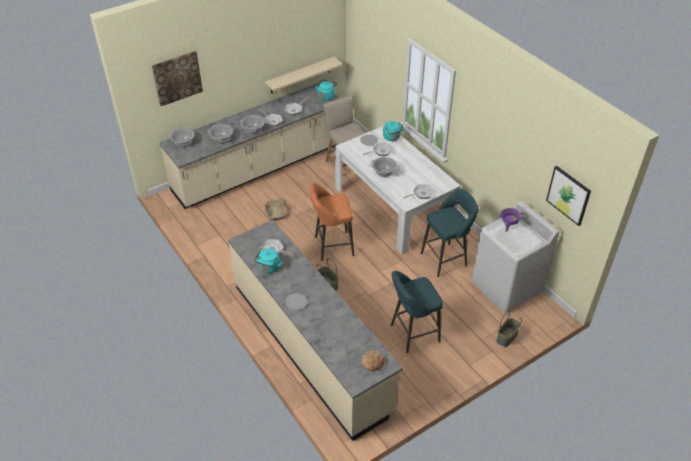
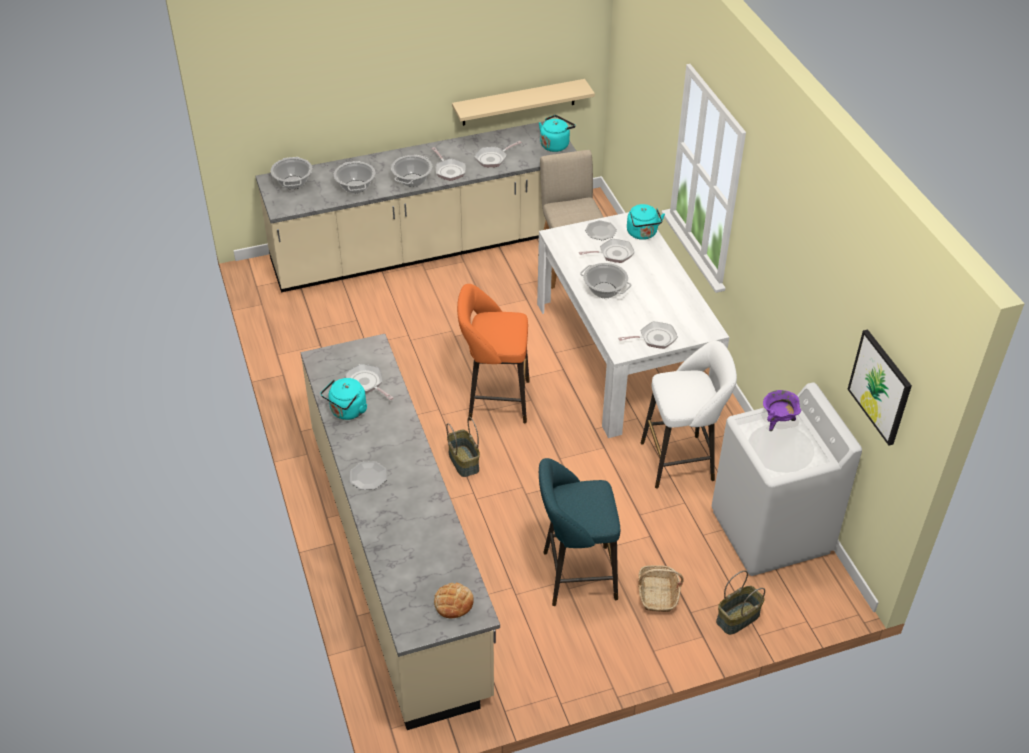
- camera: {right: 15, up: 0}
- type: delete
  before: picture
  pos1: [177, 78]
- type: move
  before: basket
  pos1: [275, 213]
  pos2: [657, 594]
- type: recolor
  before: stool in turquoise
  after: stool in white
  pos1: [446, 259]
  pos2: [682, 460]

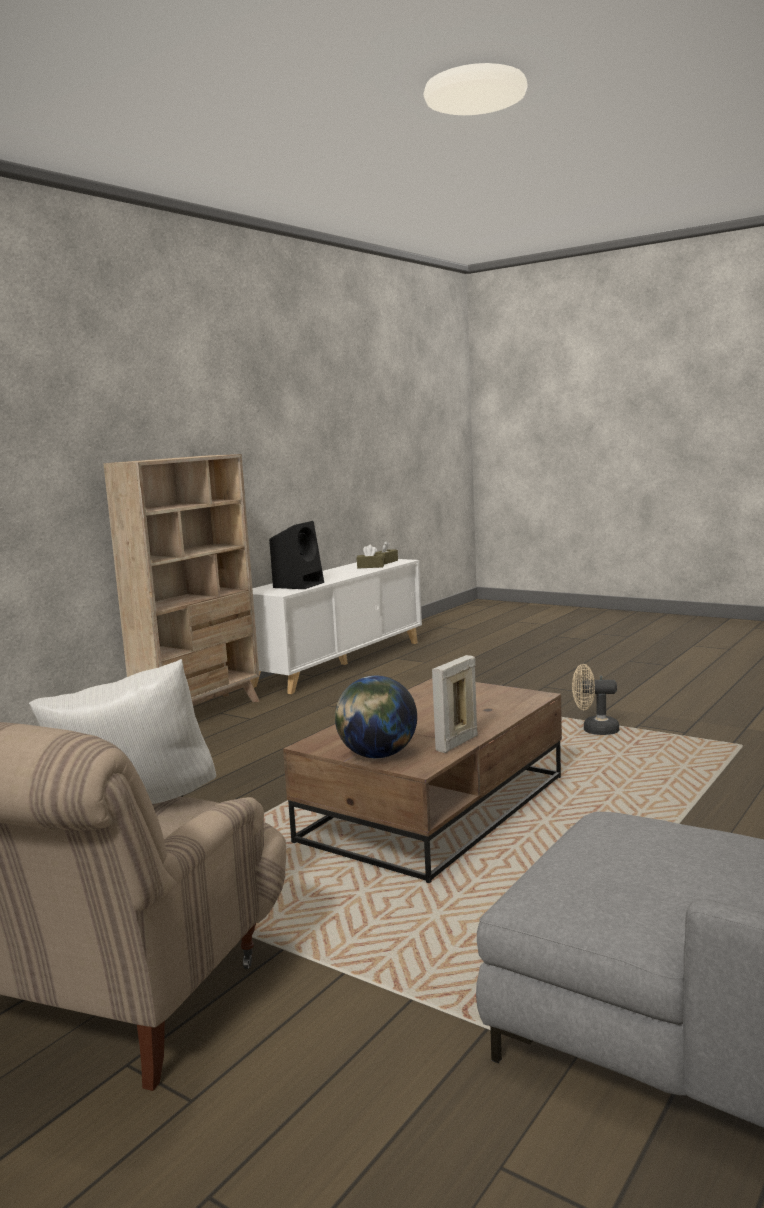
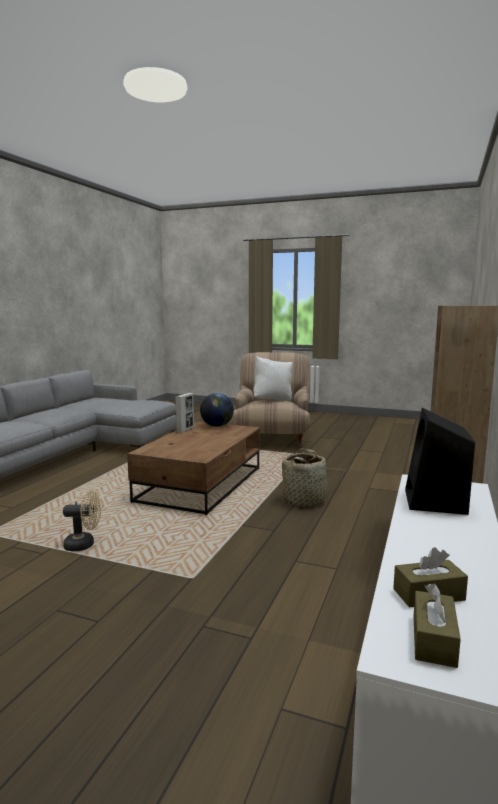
- camera: {right: 165, up: 0}
- type: insert
  after: basket
  pos2: [304, 501]

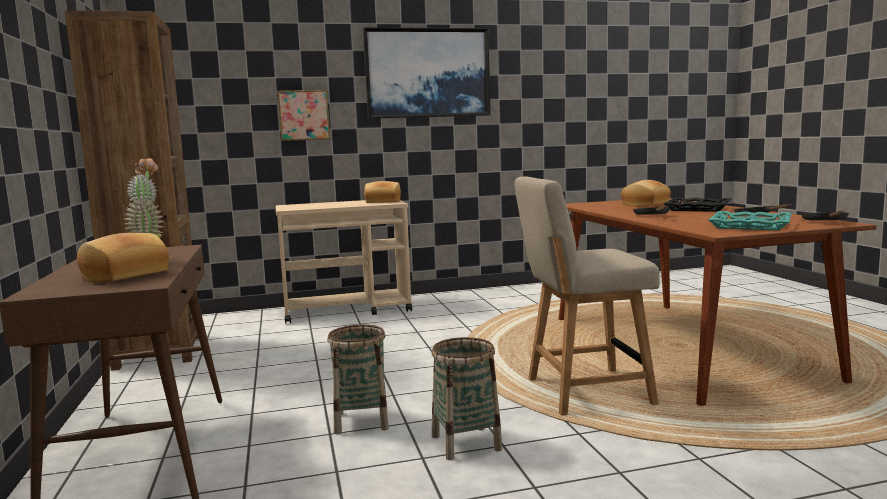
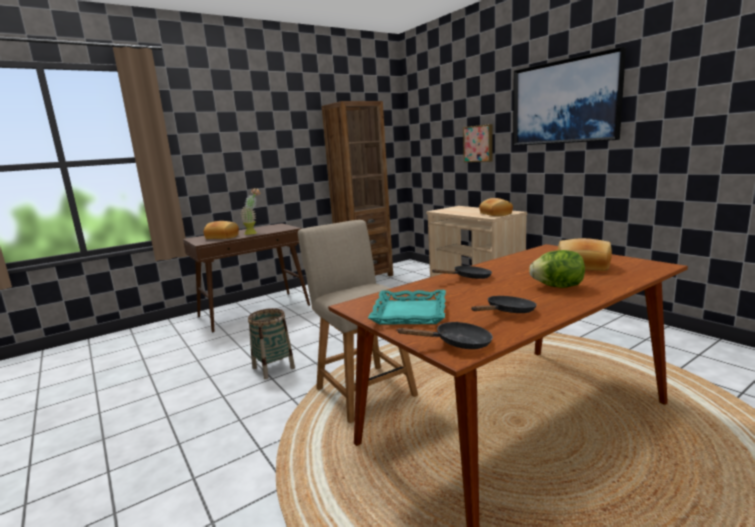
- camera: {right: 70, up: 5}
- type: delete
  before: basket
  pos1: [361, 421]
- type: replace
  before: tray in black
  after: lettuce
  pos1: [698, 208]
  pos2: [557, 286]

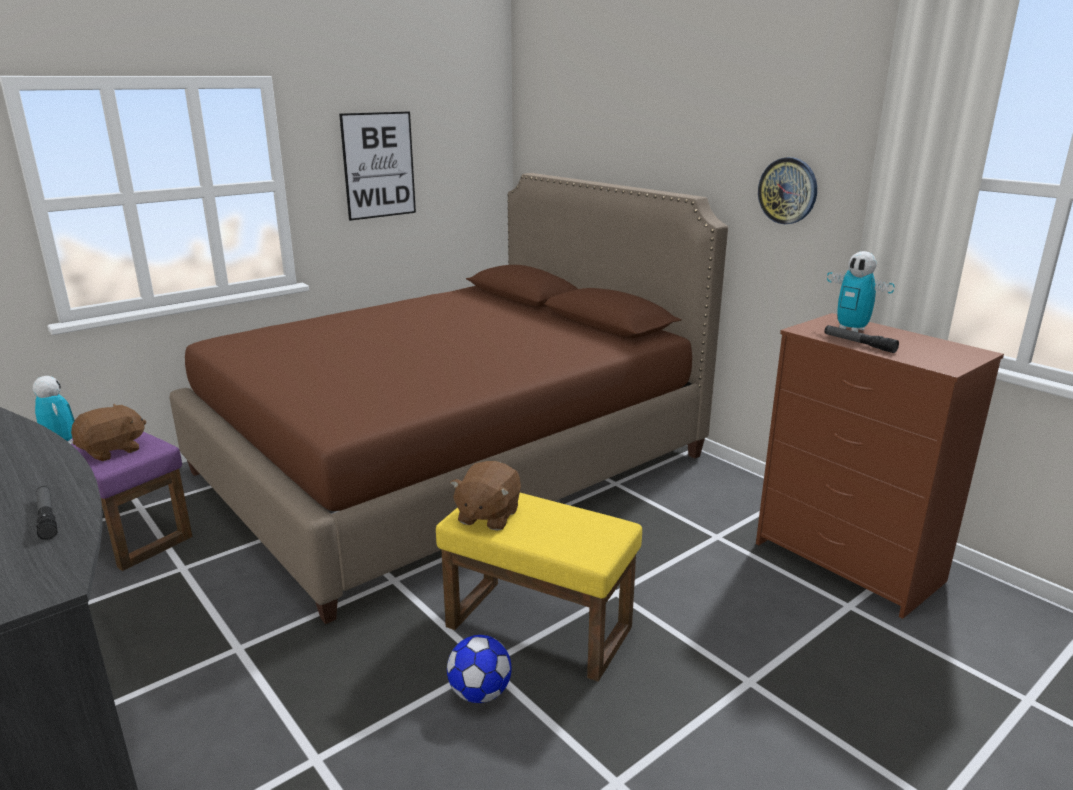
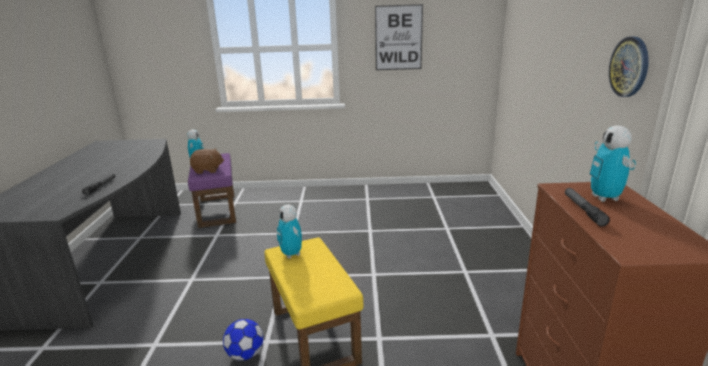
- camera: {right: 40, up: 0}
- type: delete
  before: bed in brown
  pos1: [451, 464]
- type: replace
  before: plush toy in brown
  after: toy robot
  pos1: [487, 516]
  pos2: [291, 254]

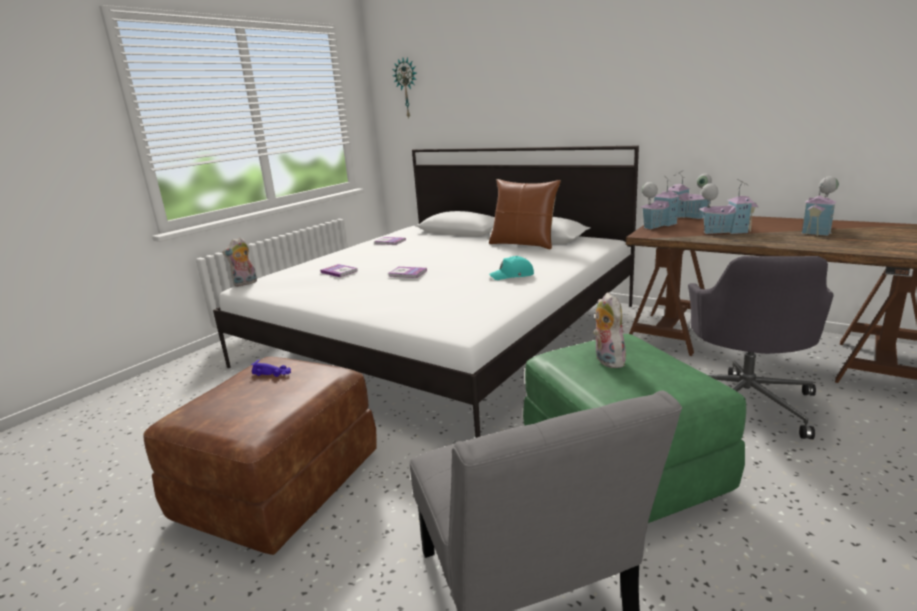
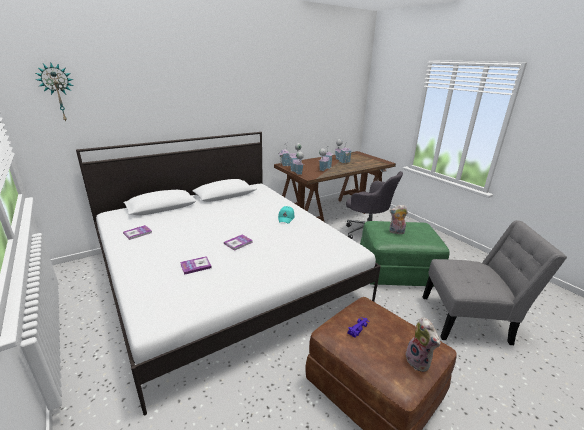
- camera: {right: -70, up: 5}
- type: delete
  before: pillow in brown
  pos1: [523, 244]
- type: move
  before: plush toy
  pos1: [245, 283]
  pos2: [419, 361]

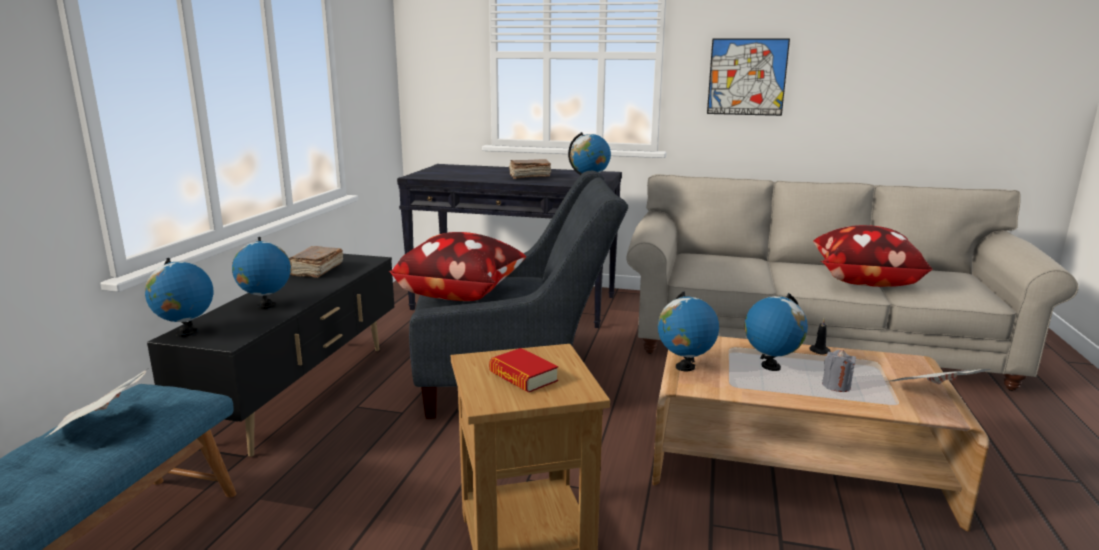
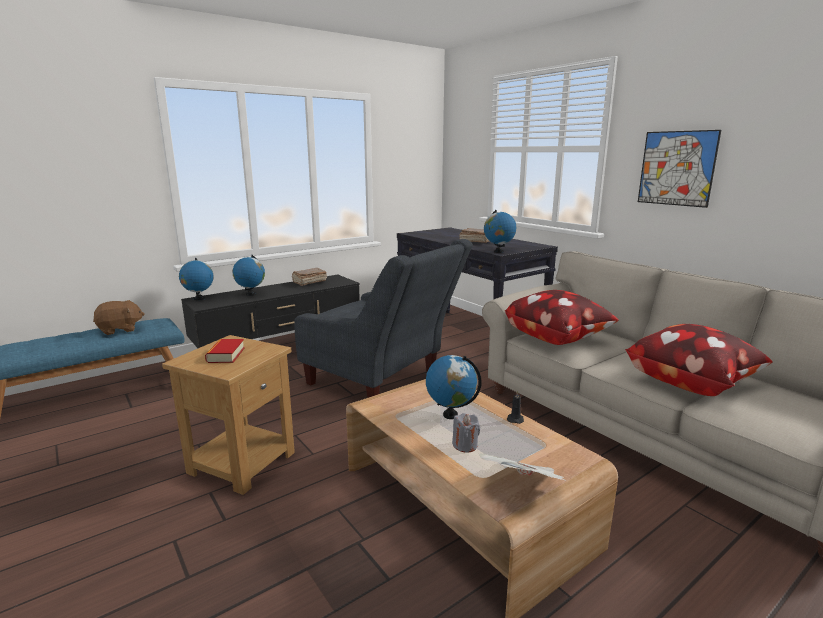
- camera: {right: 40, up: 0}
- type: delete
  before: globe
  pos1: [684, 367]
- type: move
  before: pillow
  pos1: [460, 294]
  pos2: [556, 338]
- type: replace
  before: newspaper
  after: plush toy in brown
  pos1: [102, 426]
  pos2: [120, 330]

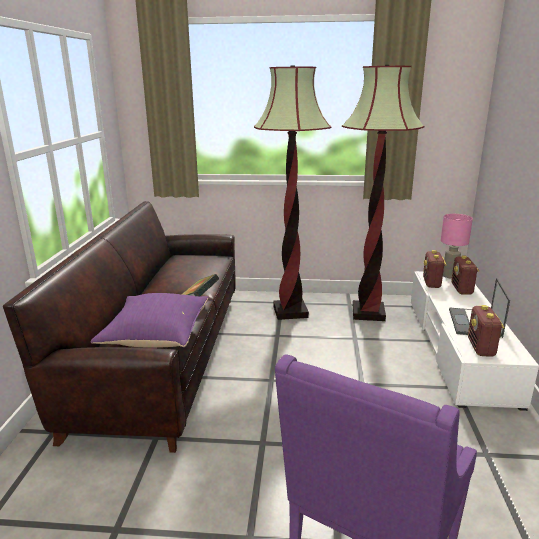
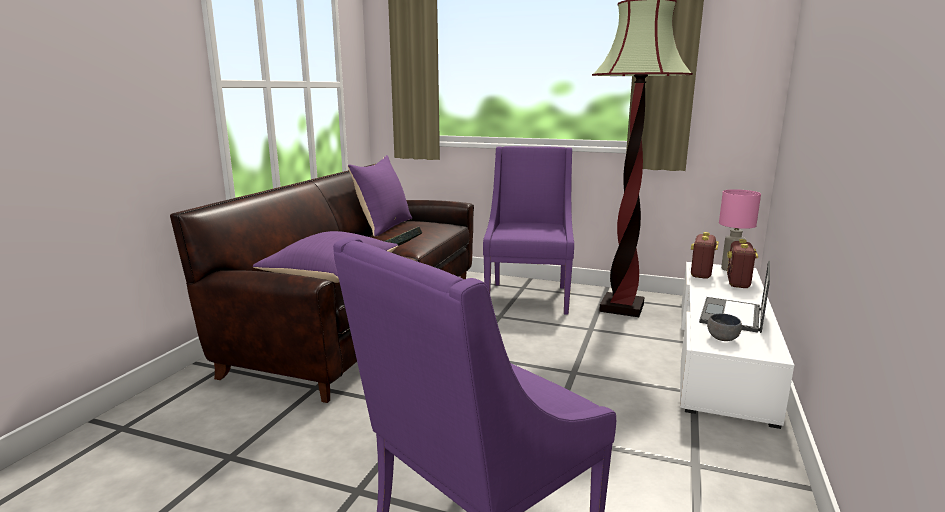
- camera: {right: 15, up: -5}
- type: insert
  after: pillow in purple
  pos2: [384, 226]
- type: replace
  before: floor lamp
  after: armchair in purple
  pos1: [290, 311]
  pos2: [528, 297]
- type: replace
  before: radio
  after: bowl in grey
  pos1: [481, 348]
  pos2: [723, 339]

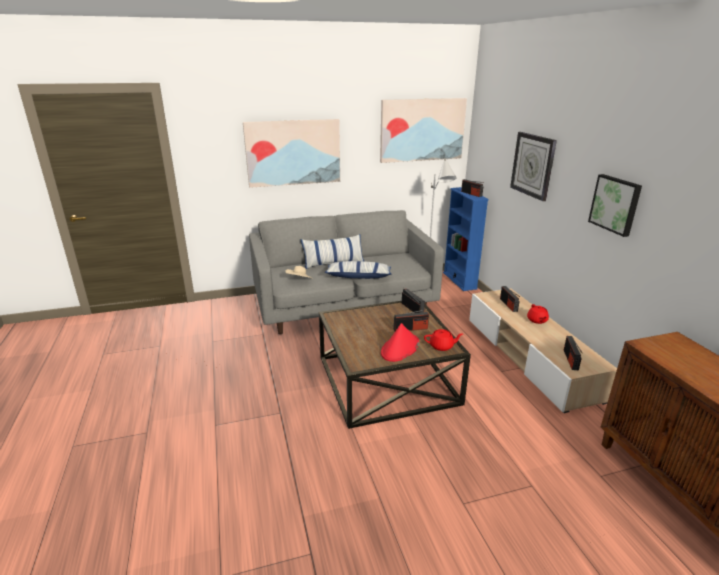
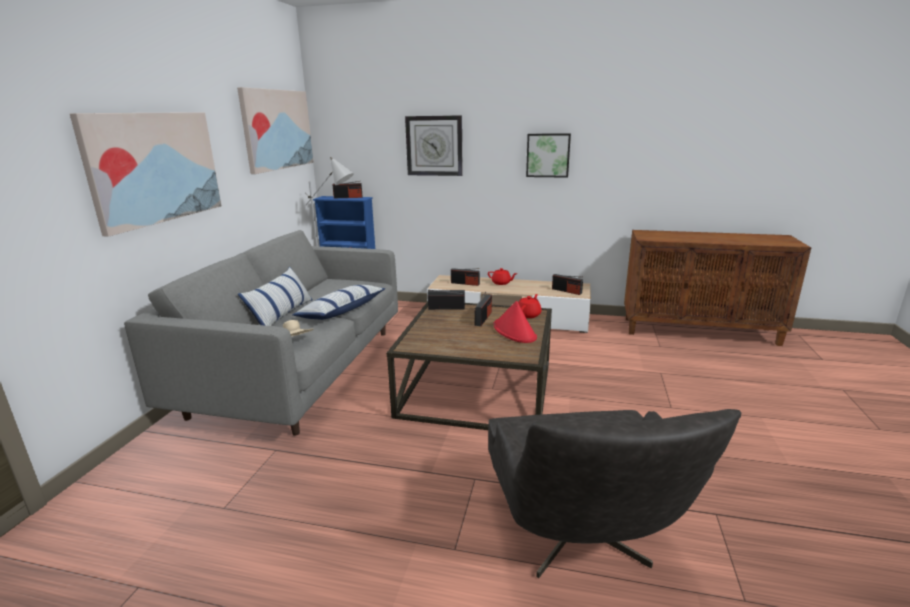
- camera: {right: -60, up: -5}
- type: insert
  after: armchair in grey
  pos2: [582, 543]

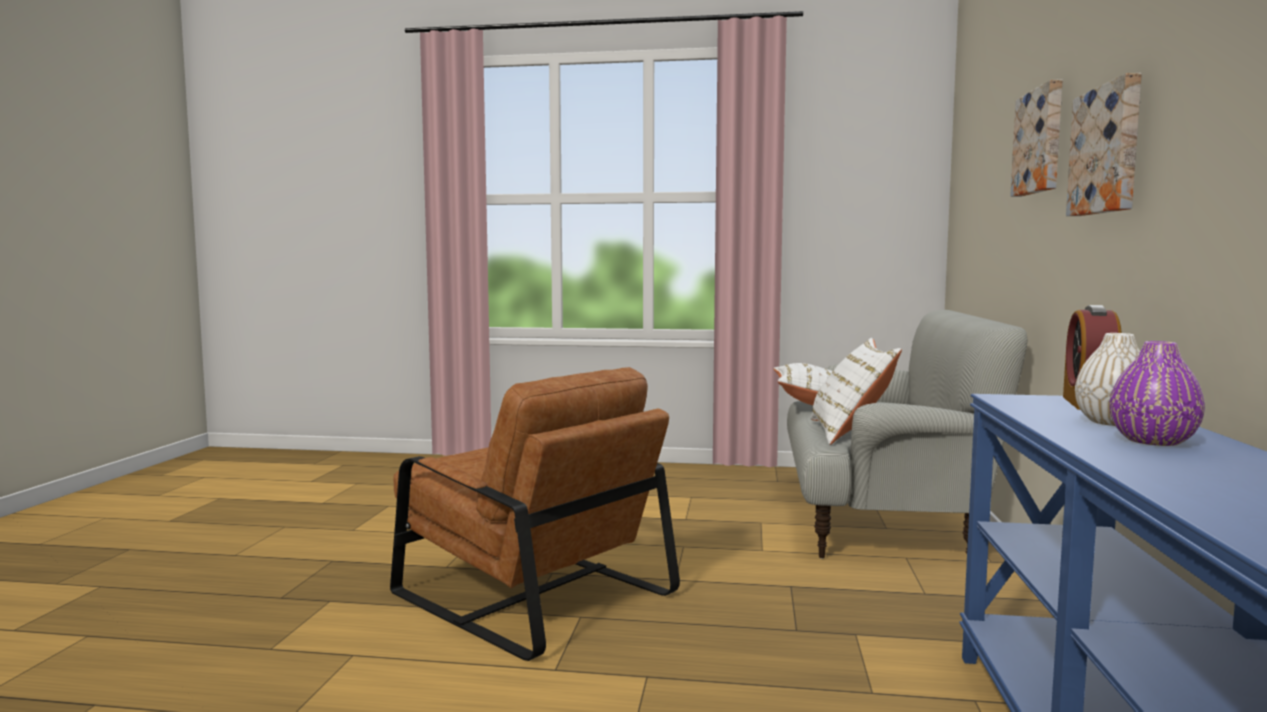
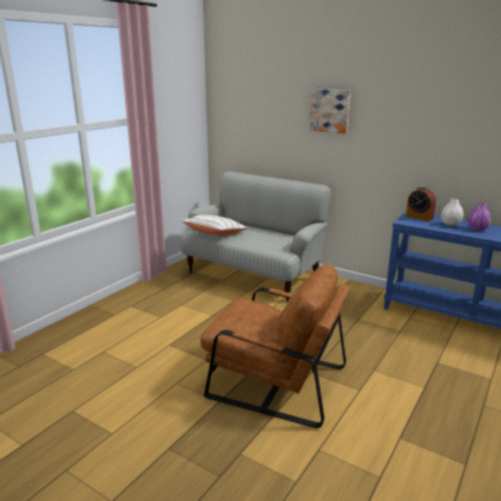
- camera: {right: -65, up: 15}
- type: delete
  before: pillow in white
  pos1: [849, 433]
- type: delete
  before: picture
  pos1: [1108, 150]
- type: rotate
  before: armchair in brown
  pos1: [528, 592]
  pos2: [274, 381]
  turn: 45

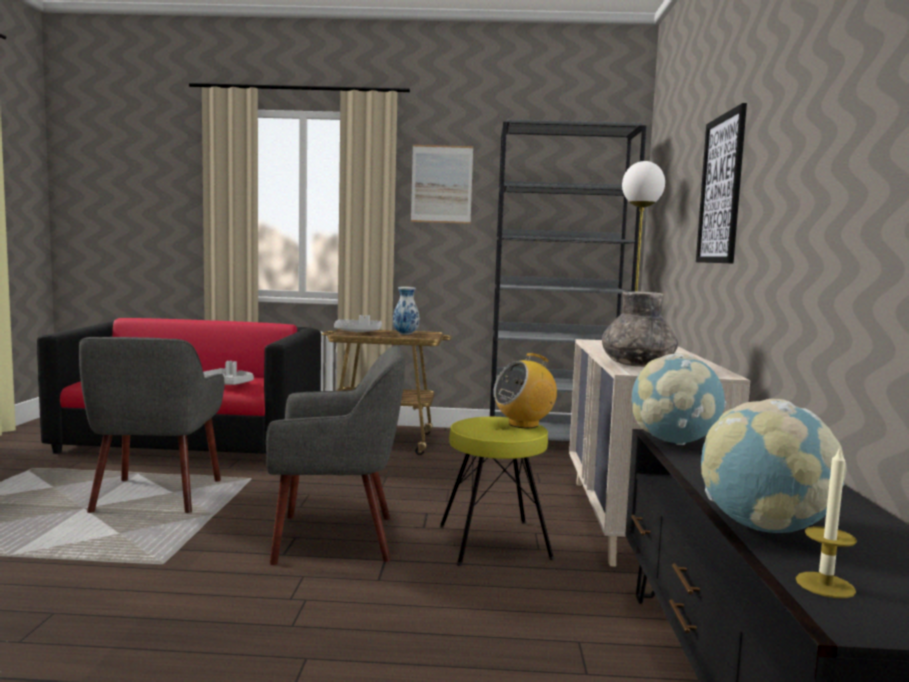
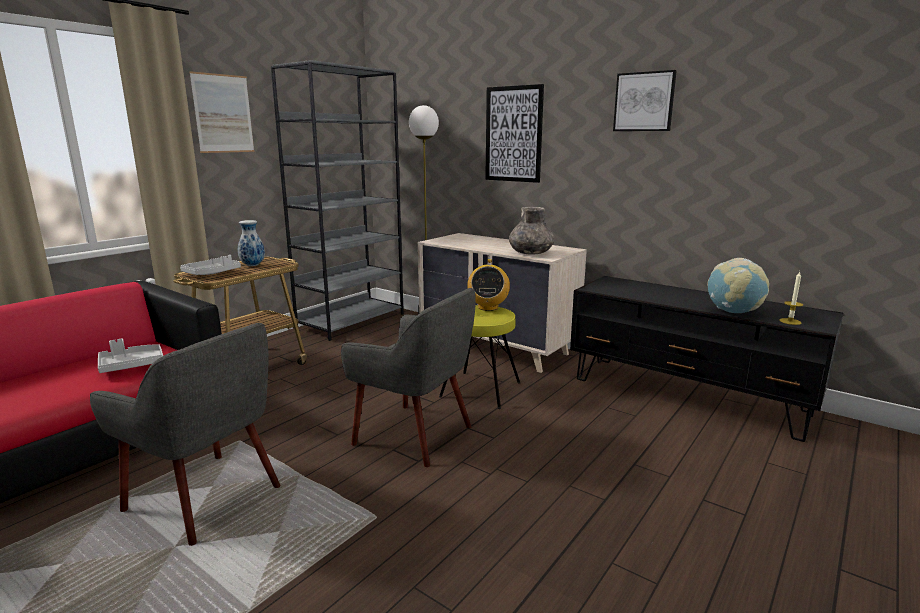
- camera: {right: -55, up: 10}
- type: delete
  before: globe
  pos1: [673, 442]
- type: insert
  after: picture
  pos2: [644, 102]
- type: rotate
  before: armchair in grey
  pos1: [337, 538]
  pos2: [415, 434]
  turn: 90

